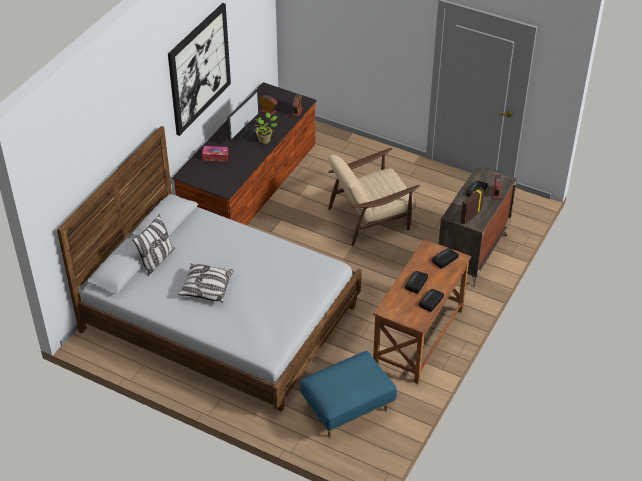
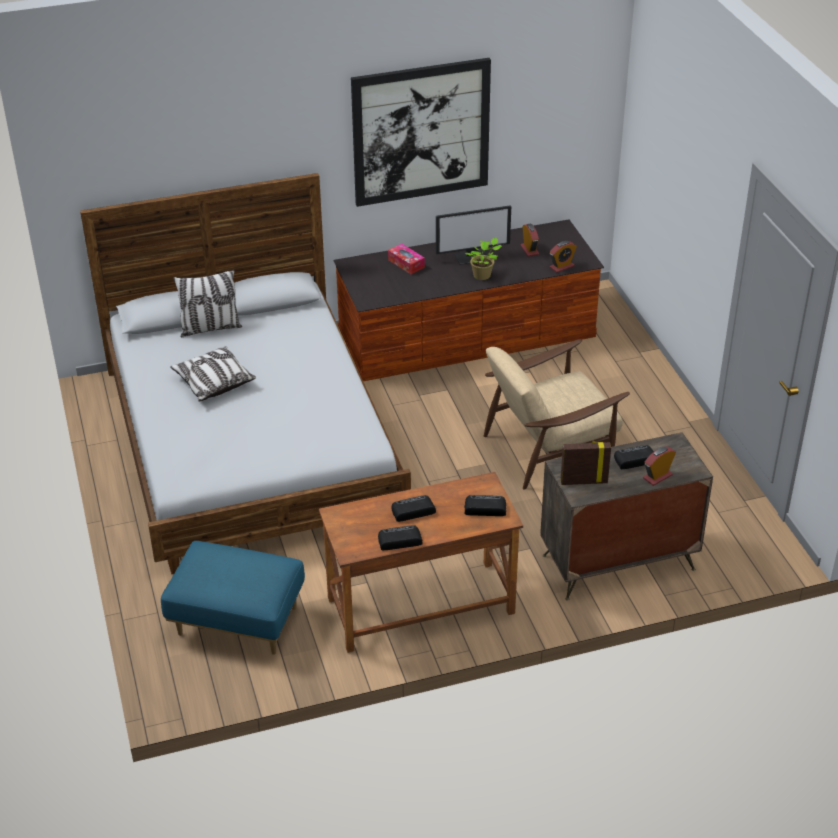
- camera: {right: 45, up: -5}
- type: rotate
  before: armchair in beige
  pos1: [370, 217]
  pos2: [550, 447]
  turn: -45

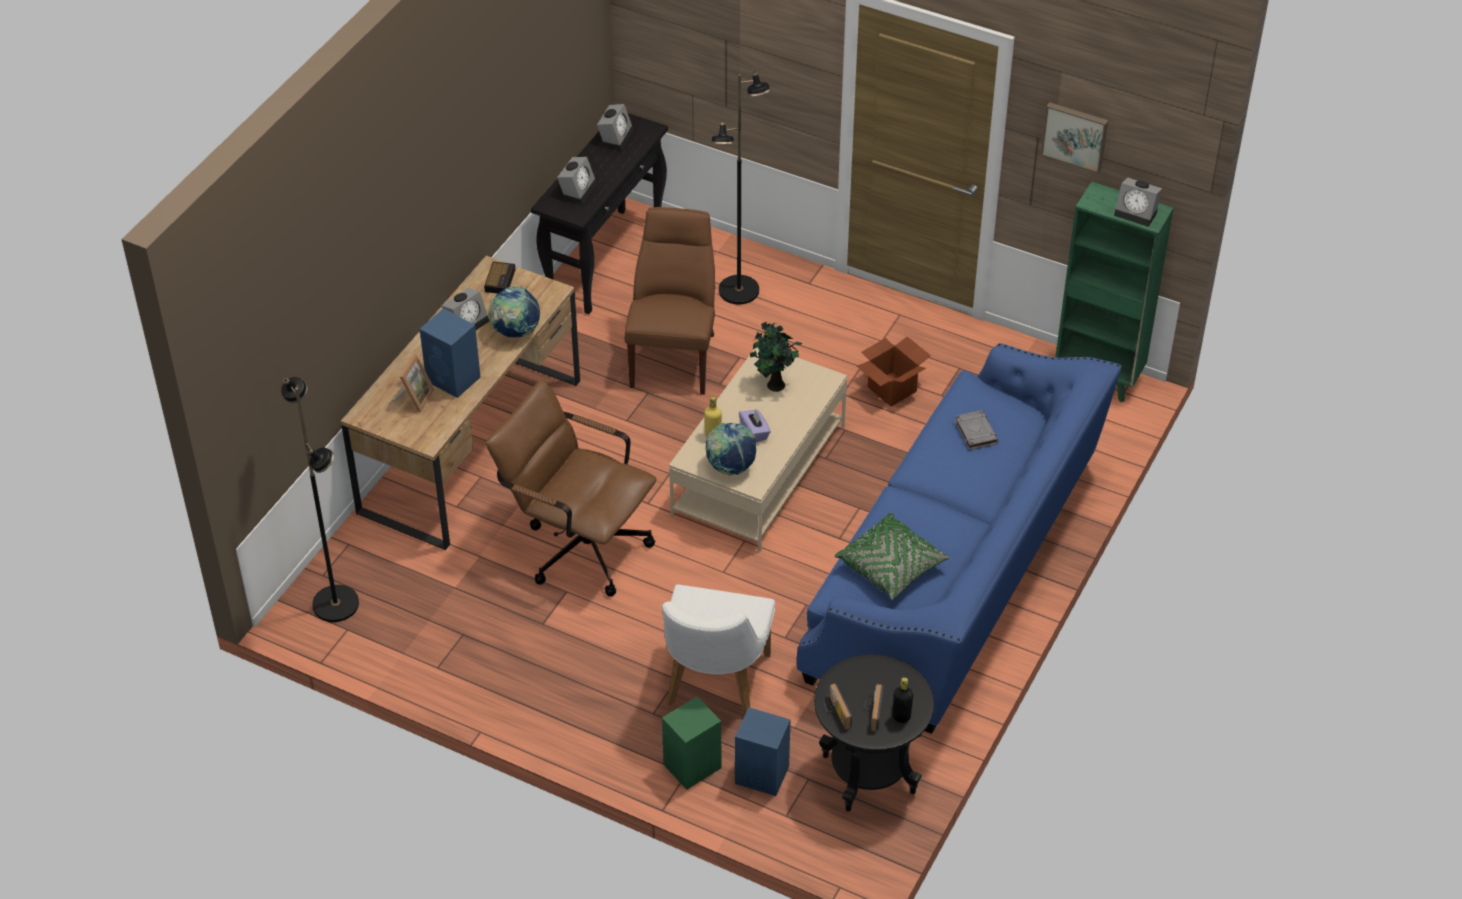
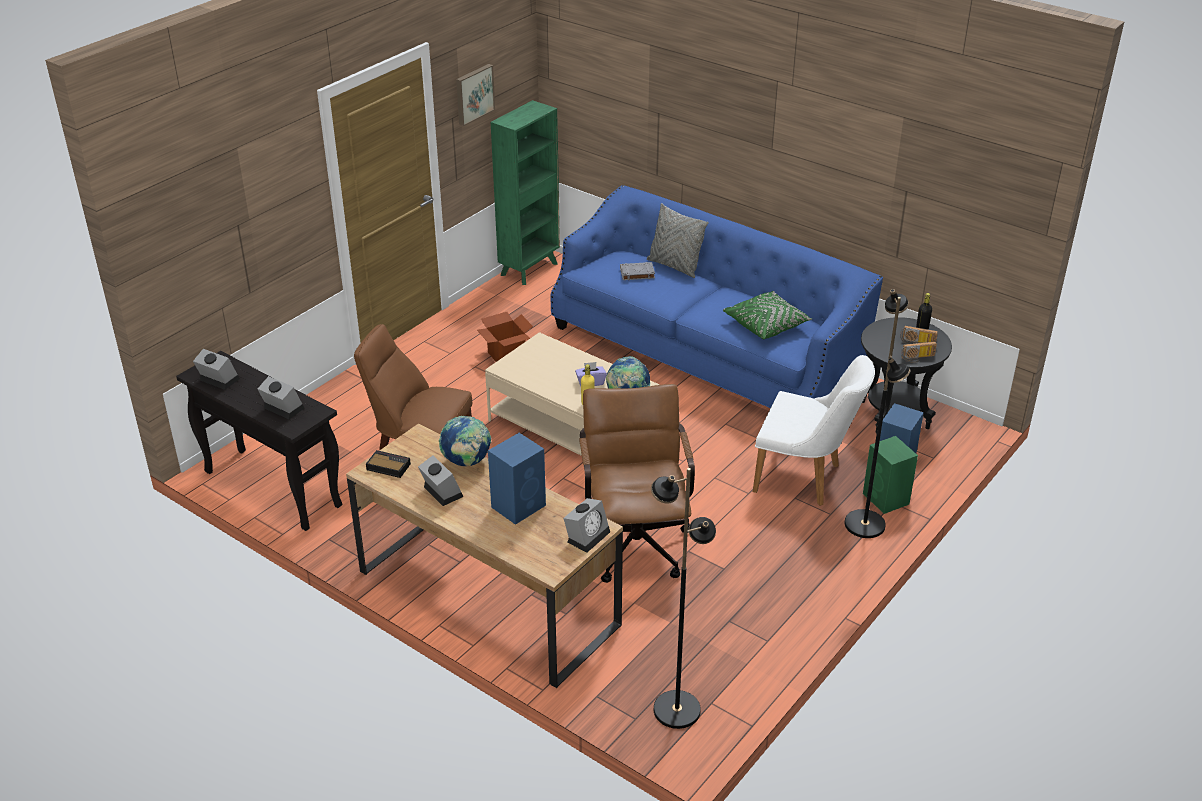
- camera: {right: -80, up: -10}
- type: delete
  before: picture frame
  pos1: [415, 398]
- type: delete
  before: potted plant
  pos1: [774, 386]
- type: insert
  after: pillow in grey
  pos2: [675, 266]
- type: move
  before: floor lamp in black
  pos1: [739, 291]
  pos2: [865, 524]
- type: move
  before: alarm clock
  pos1: [1137, 213]
  pos2: [587, 535]
- type: rotate
  before: office chair in brown
  pos1: [577, 545]
  pos2: [635, 539]
  turn: 135

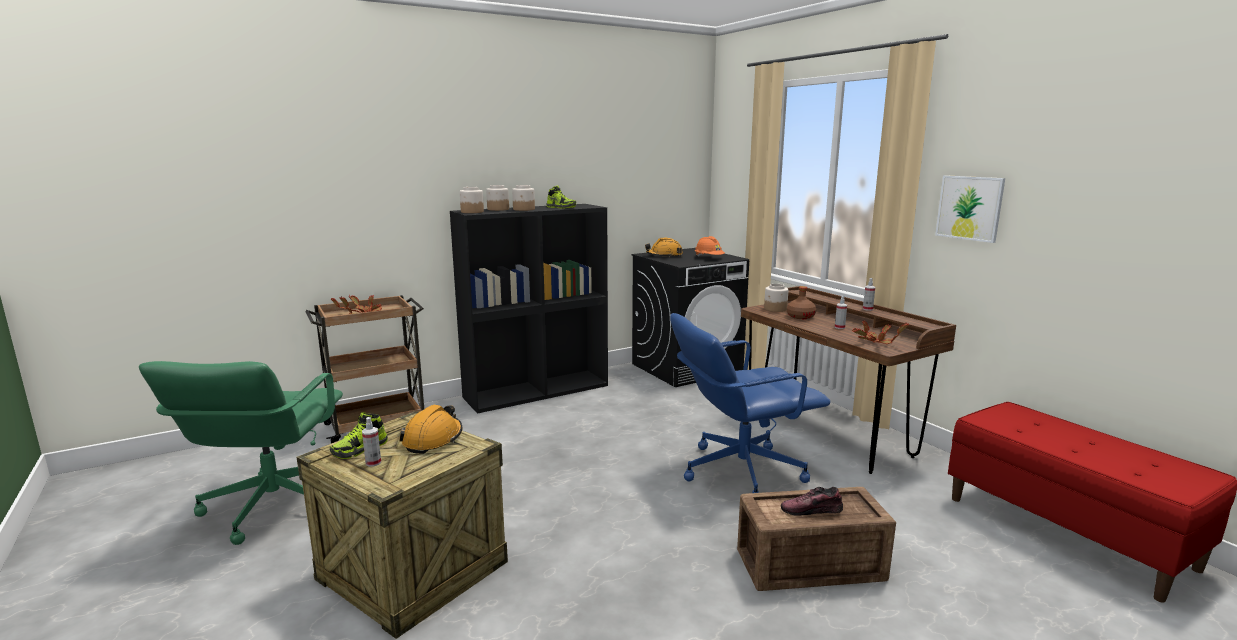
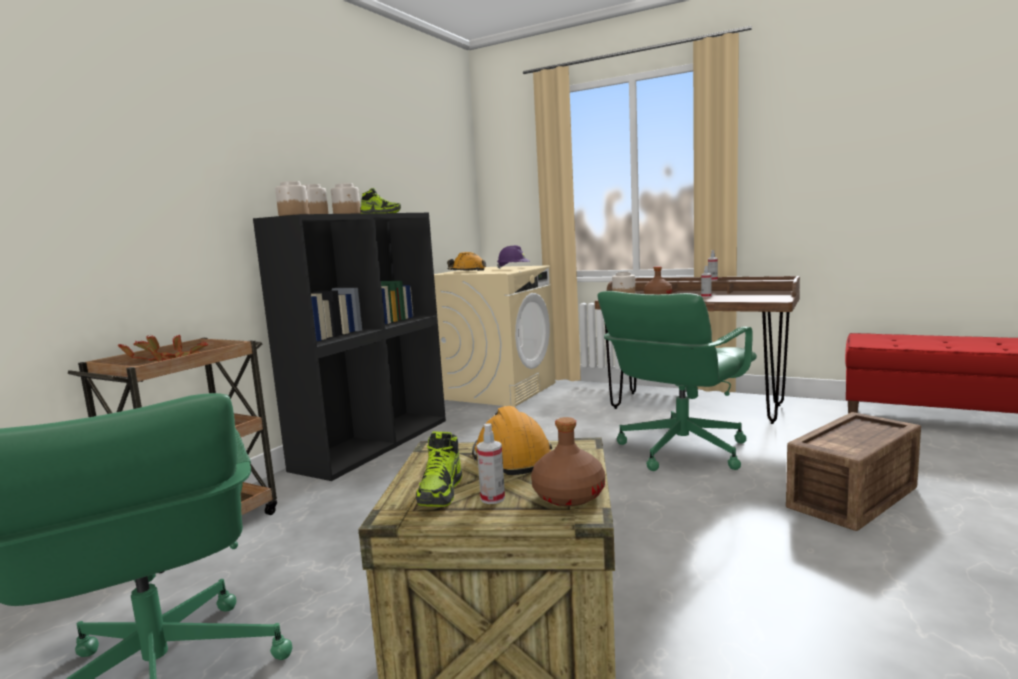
- camera: {right: -30, up: -5}
- type: delete
  before: shoe
  pos1: [811, 510]
- type: delete
  before: potted plant
  pos1: [875, 342]
- type: delete
  before: picture
  pos1: [969, 208]
- type: insert
  after: bottle in brown
  pos2: [568, 495]
- type: recolor
  before: washing machine in black
  after: washing machine in beige
  pos1: [687, 367]
  pos2: [499, 390]
- type: recolor
  before: office chair in blue
  after: office chair in green
  pos1: [740, 471]
  pos2: [680, 450]
- type: recolor
  before: hard hat in orange
  after: hard hat in purple
  pos1: [709, 258]
  pos2: [513, 268]

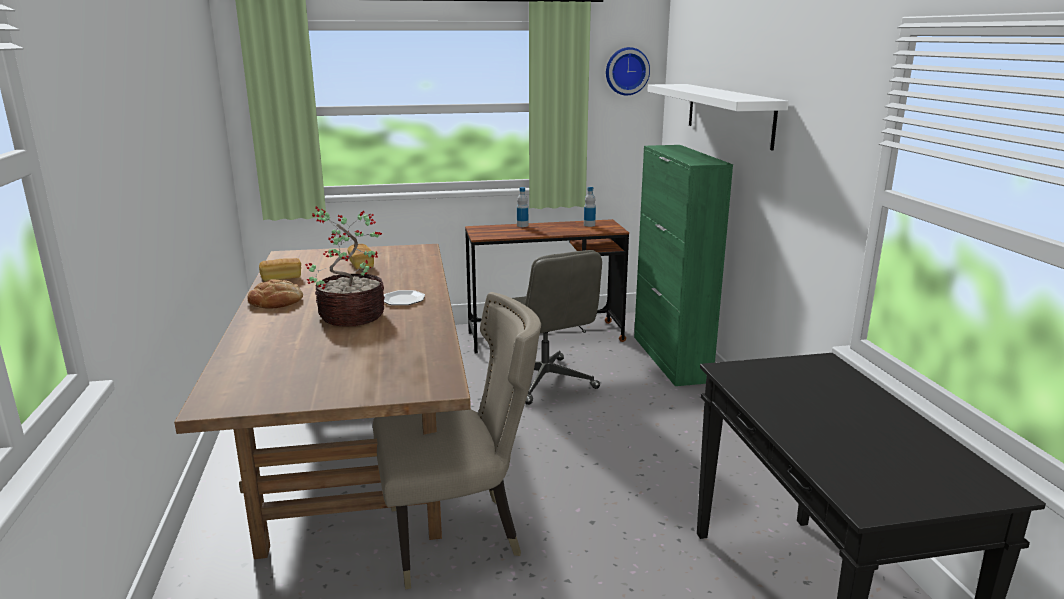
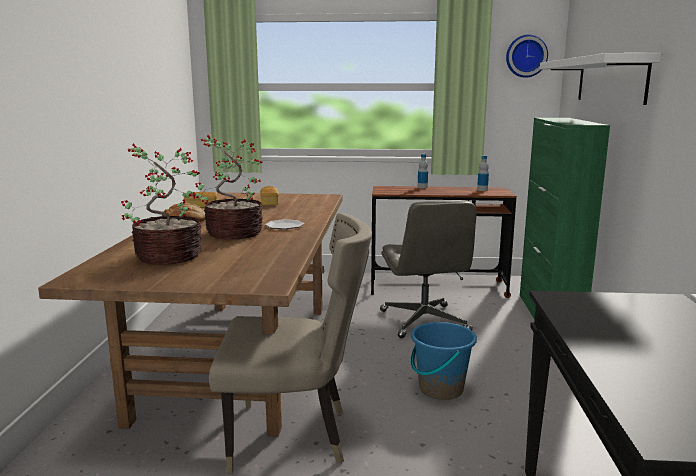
- camera: {right: 15, up: -5}
- type: insert
  after: potted plant
  pos2: [167, 257]
- type: insert
  after: bucket in blue
  pos2: [440, 389]

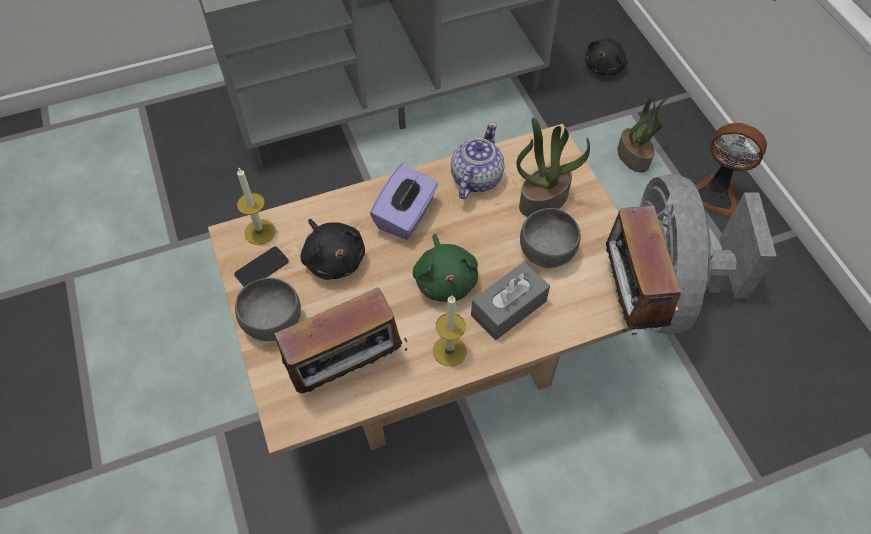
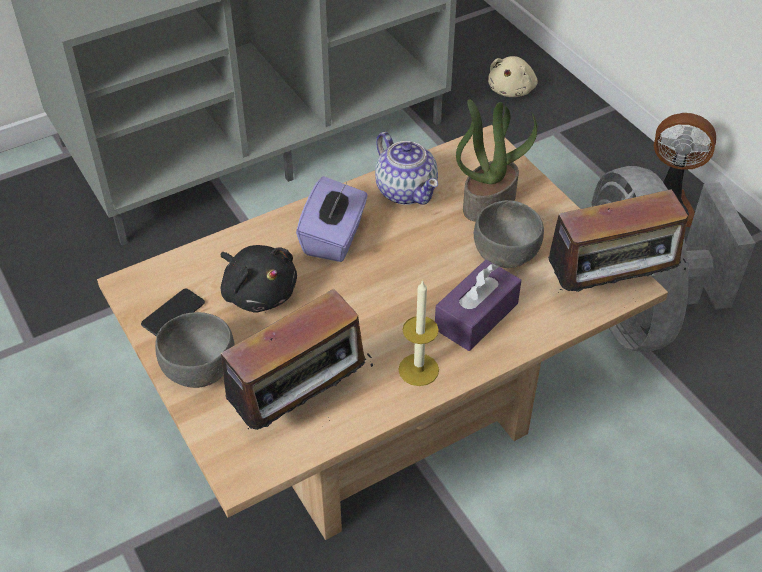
- camera: {right: -10, up: -10}
- type: delete
  before: candle
  pos1: [260, 232]
- type: delete
  before: plush toy in green
  pos1: [445, 279]
- type: delete
  before: potted plant
  pos1: [634, 157]
- type: recolor
  before: tissue box in grey
  after: tissue box in purple
  pos1: [508, 308]
  pos2: [476, 316]
- type: recolor
  before: plush toy in black
  after: plush toy in beige
  pos1: [605, 67]
  pos2: [512, 90]
- type: rotate
  before: teapot
  pos1: [475, 178]
  pos2: [406, 190]
  turn: 135
- type: rotate
  before: radio
  pos1: [628, 299]
  pos2: [609, 289]
  turn: -90

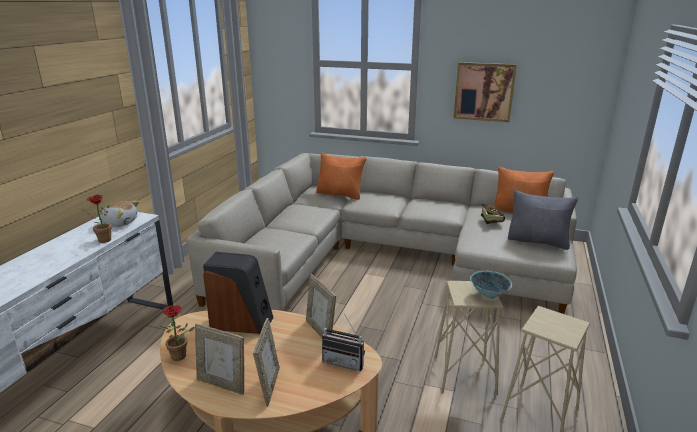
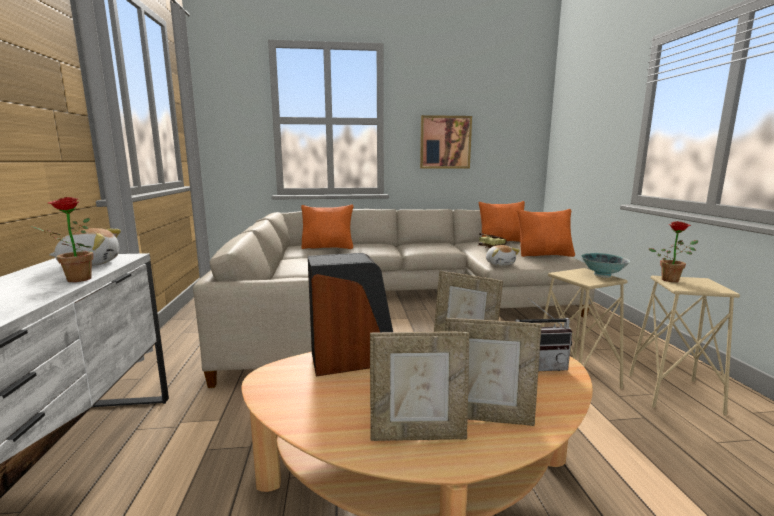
- camera: {right: -25, up: -10}
- type: insert
  after: plush toy
  pos2: [500, 264]
- type: move
  before: potted plant
  pos1: [182, 356]
  pos2: [671, 279]
- type: recolor
  before: pillow in grey
  after: pillow in orange
  pos1: [538, 241]
  pos2: [545, 255]
- type: rotate
  before: picture frame
  pos1: [269, 386]
  pos2: [487, 417]
  turn: 120

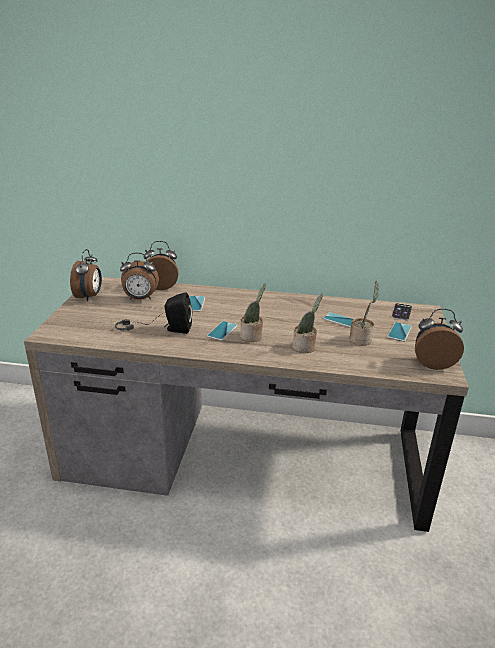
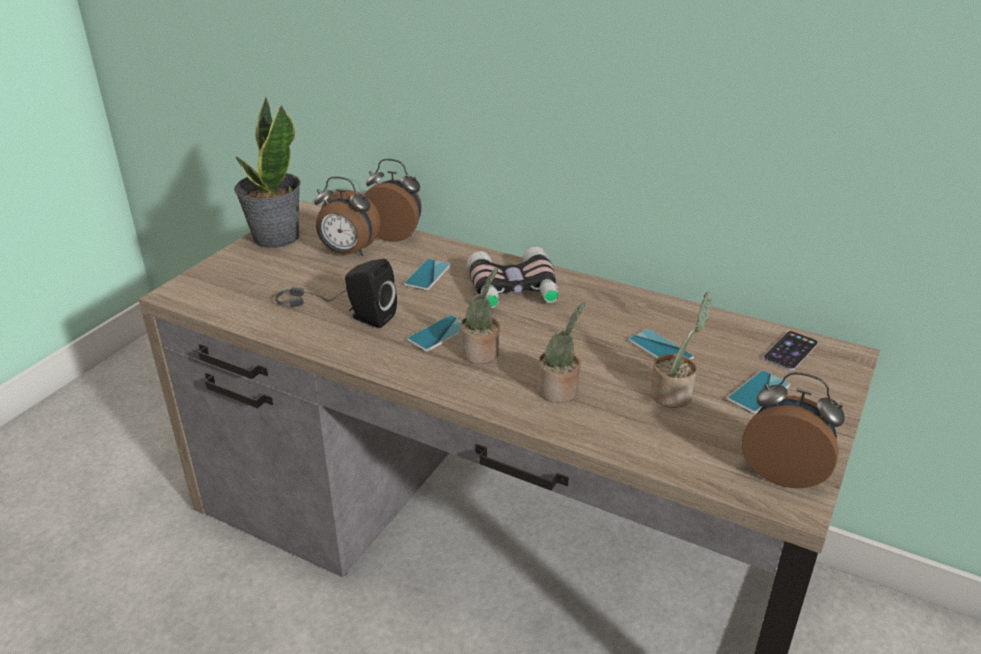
- camera: {right: 20, up: 5}
- type: insert
  after: binoculars
  pos2: [514, 290]
- type: replace
  before: alarm clock
  after: potted plant
  pos1: [89, 297]
  pos2: [275, 237]

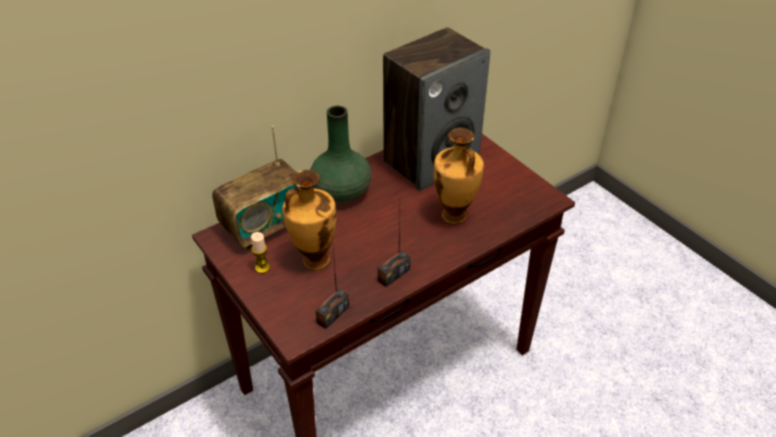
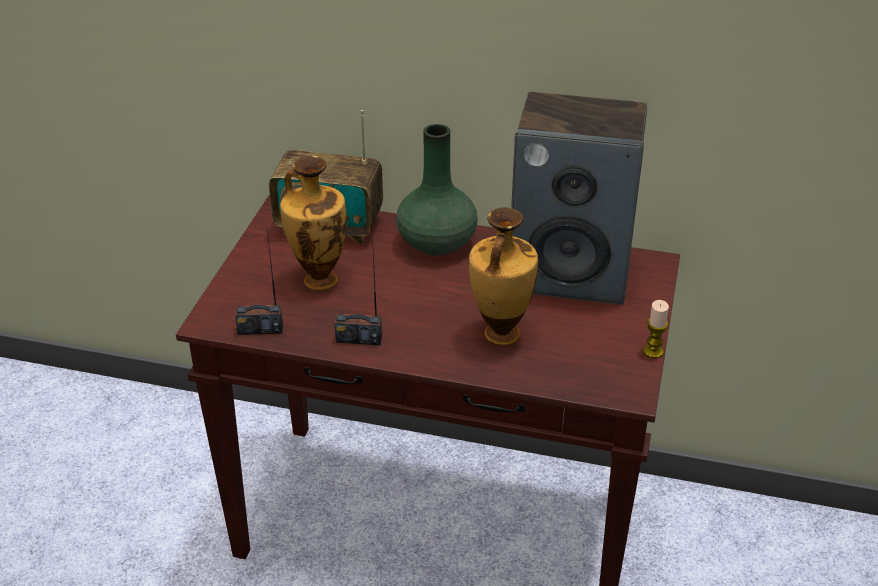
- camera: {right: 50, up: -5}
- type: move
  before: candle
  pos1: [262, 268]
  pos2: [653, 351]

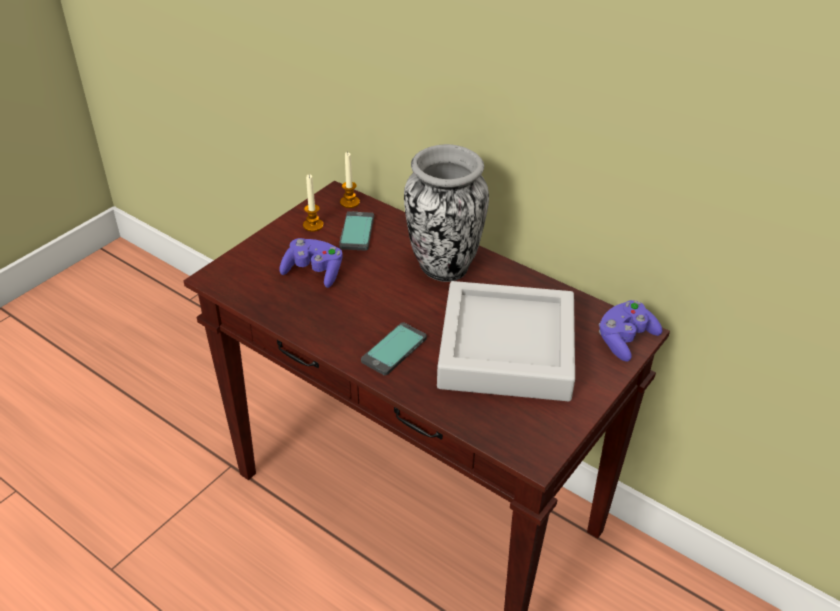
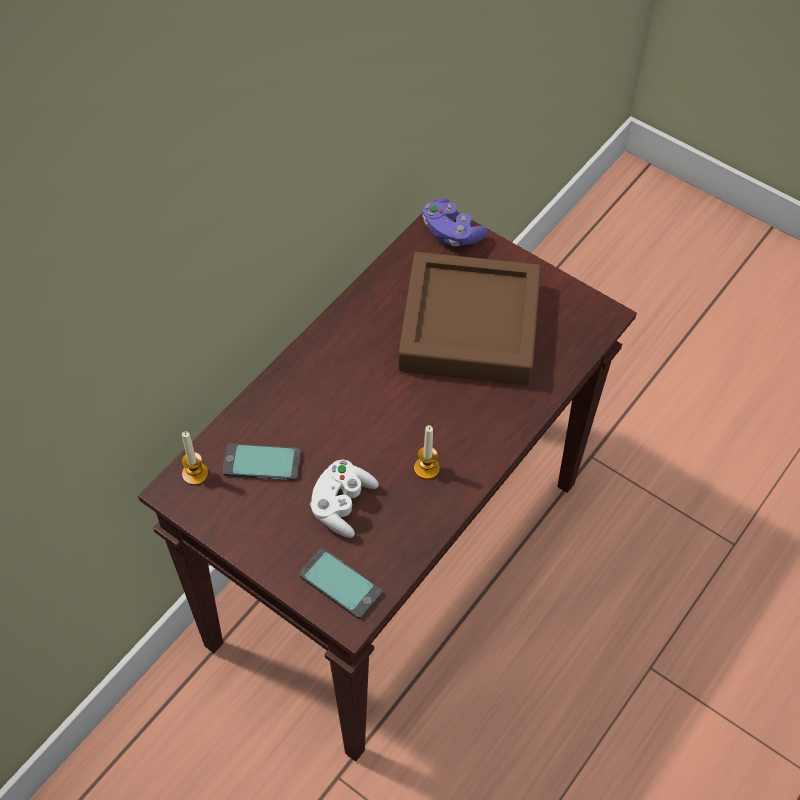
- camera: {right: -90, up: 15}
- type: delete
  before: vase
  pos1: [443, 268]
- type: move
  before: candle
  pos1: [313, 225]
  pos2: [426, 468]
- type: move
  before: phone
  pos1: [394, 350]
  pos2: [340, 584]
- type: recolor
  before: game controller in purple
  after: game controller in white
  pos1: [314, 272]
  pos2: [342, 505]
- type: recolor
  before: tray in grey
  after: tray in brown
  pos1: [506, 350]
  pos2: [469, 326]

